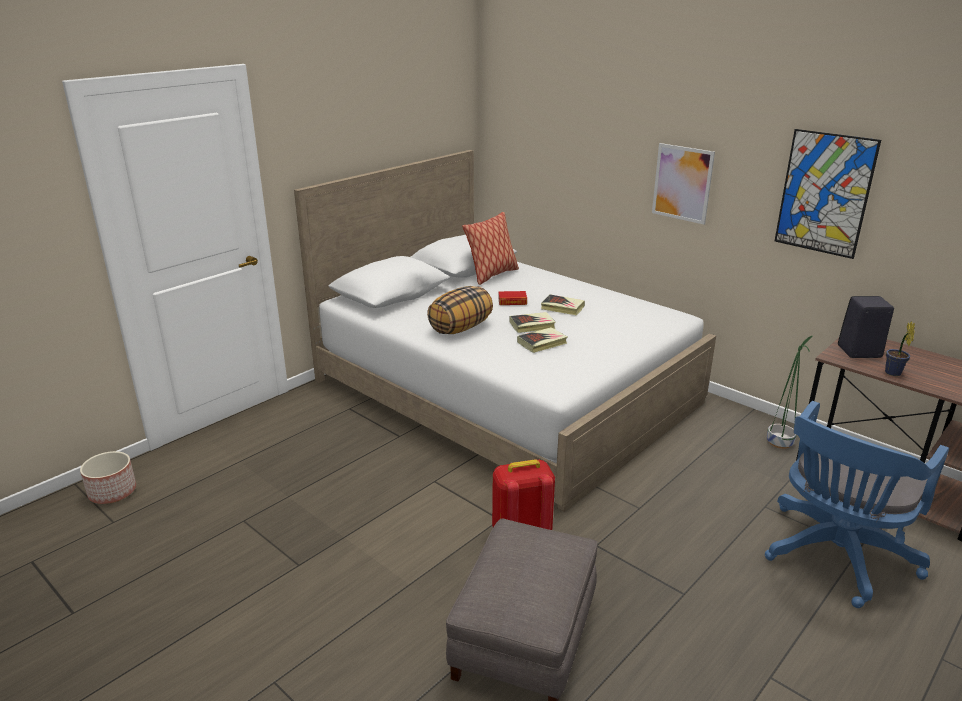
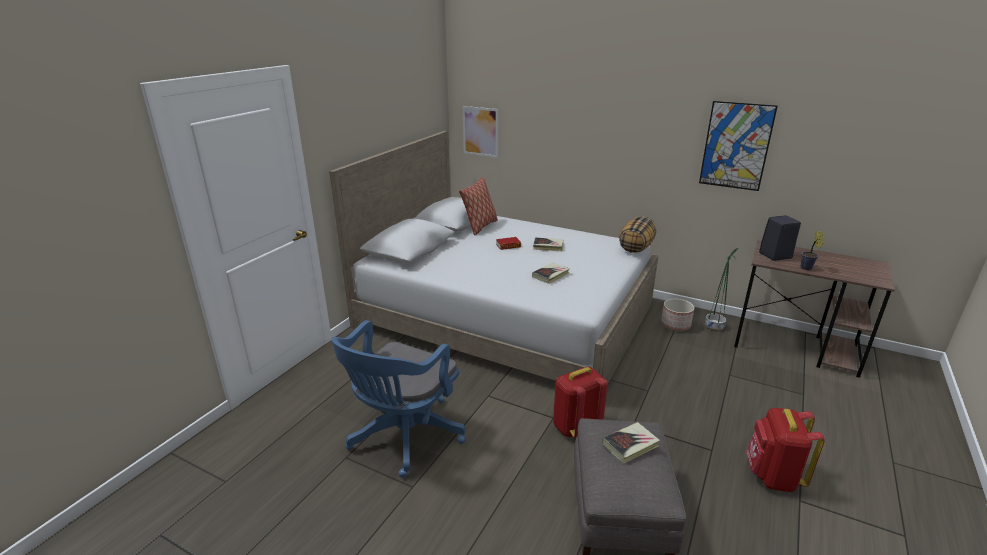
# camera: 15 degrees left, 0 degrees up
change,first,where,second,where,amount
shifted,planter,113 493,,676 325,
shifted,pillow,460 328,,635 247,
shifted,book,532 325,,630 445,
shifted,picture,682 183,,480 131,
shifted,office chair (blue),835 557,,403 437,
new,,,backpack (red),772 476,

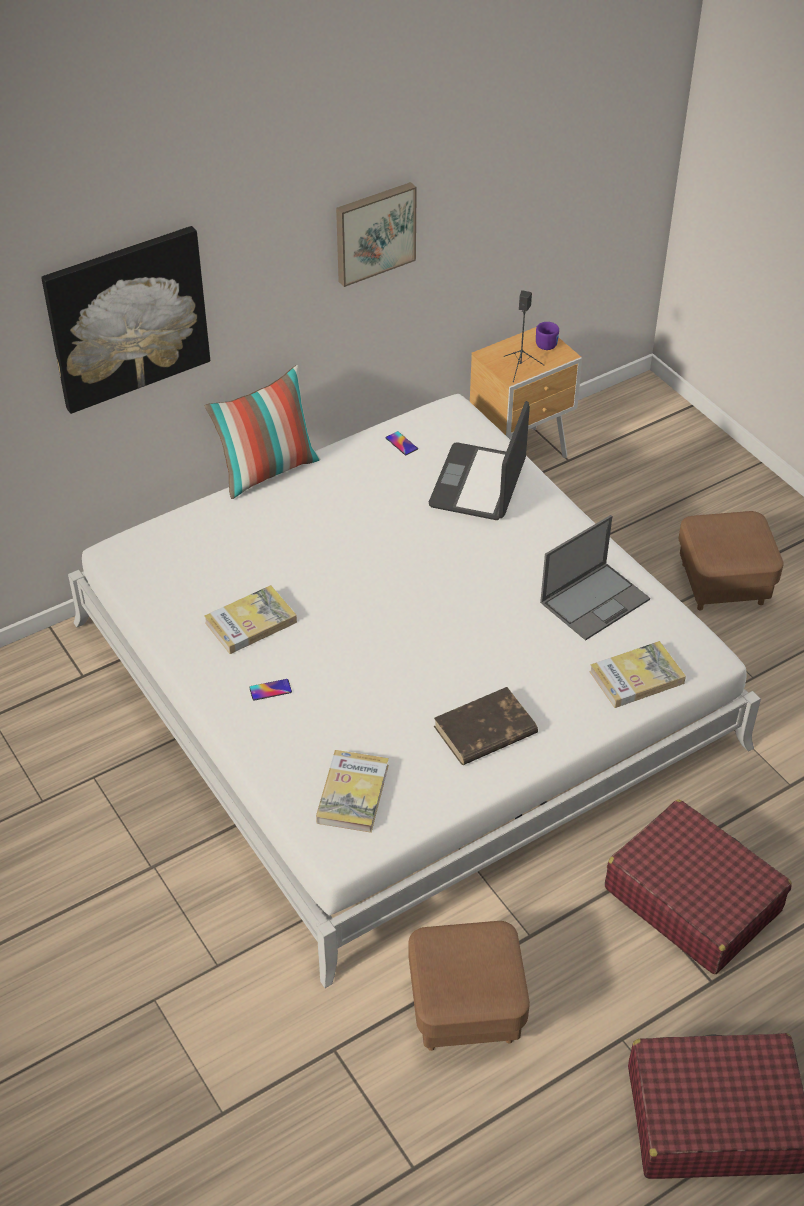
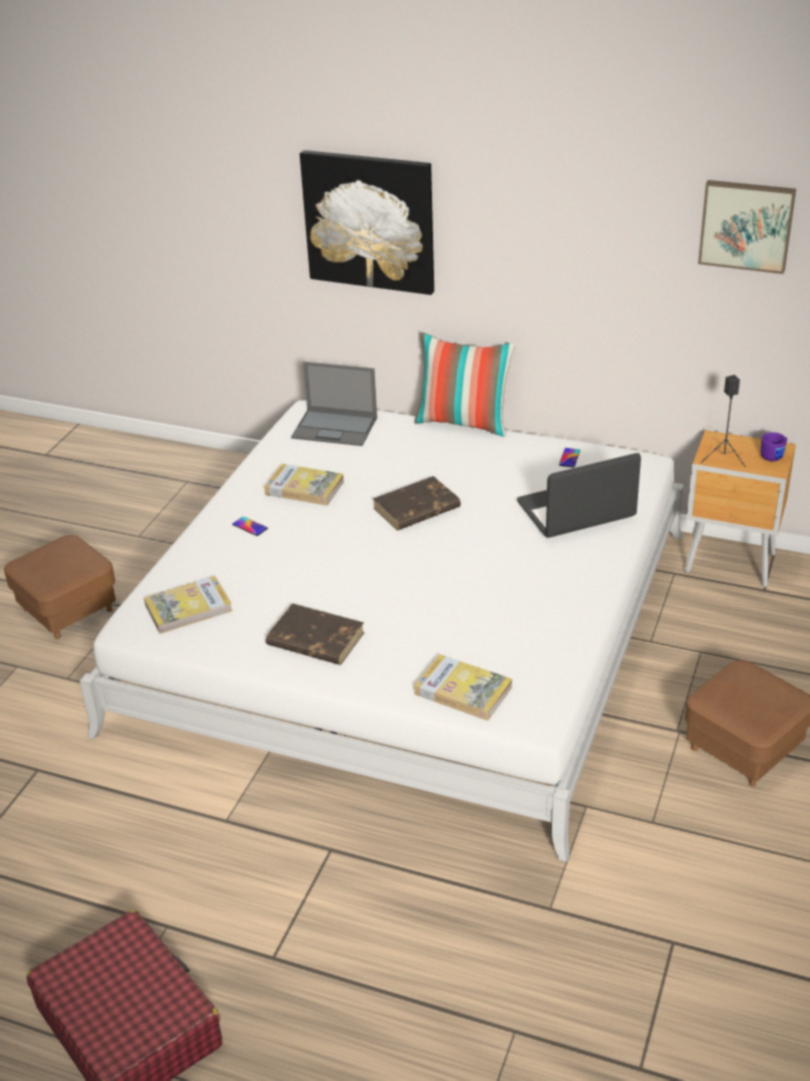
# camera: 55 degrees right, 10 degrees down
change,first,where,second,where,amount
shifted,picture,374 232,,746 225,
shifted,ottoman (brown),465 1009,,68 610,
shifted,laptop,595 600,,336 428,
gone,suitcase (red),692 898,,,
new,,,book (brown),416 508,

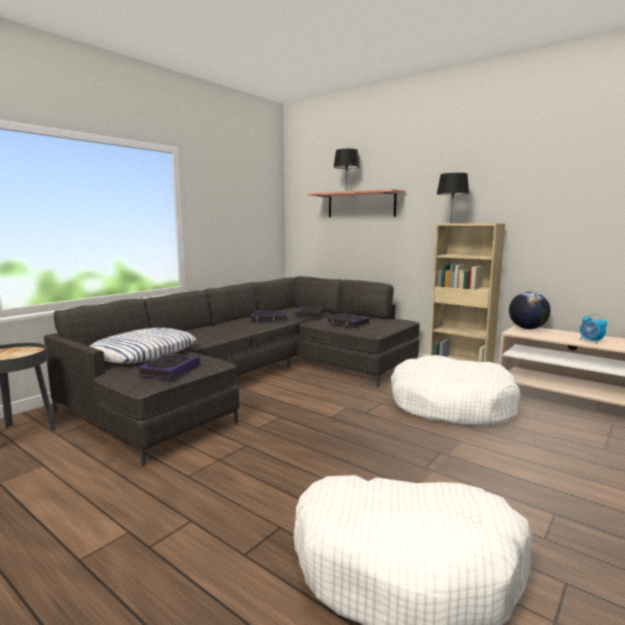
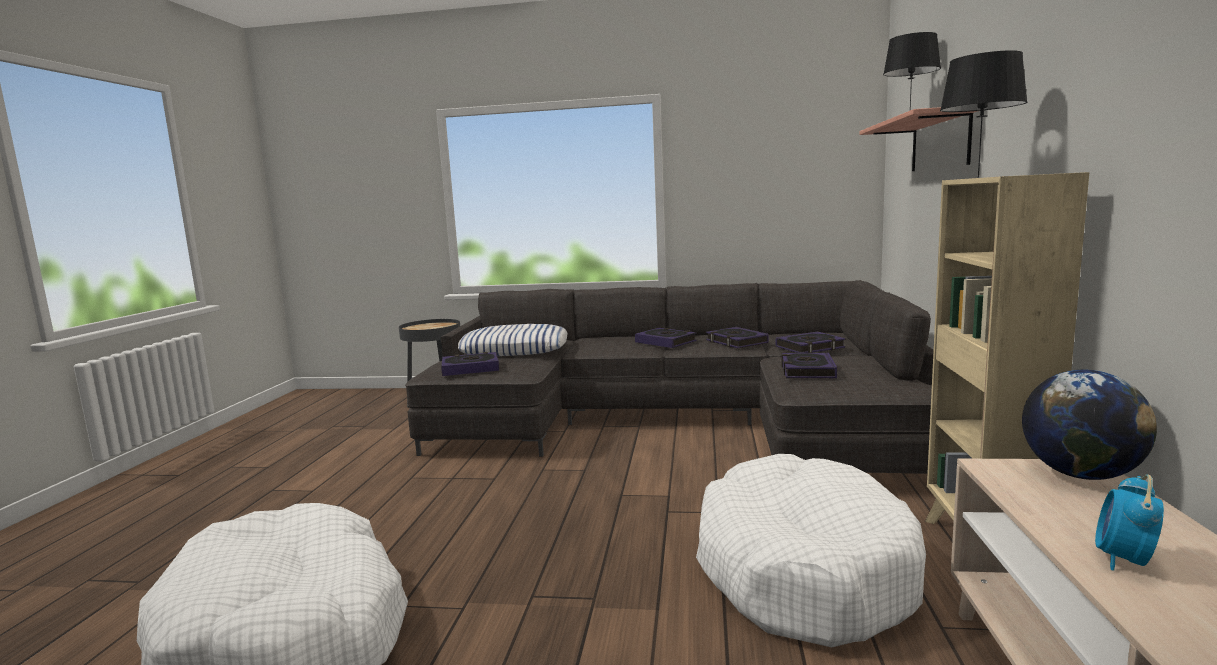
# camera: 60 degrees right, 0 degrees up
change,first,where,second,where,amount
new,,,book,665 342,

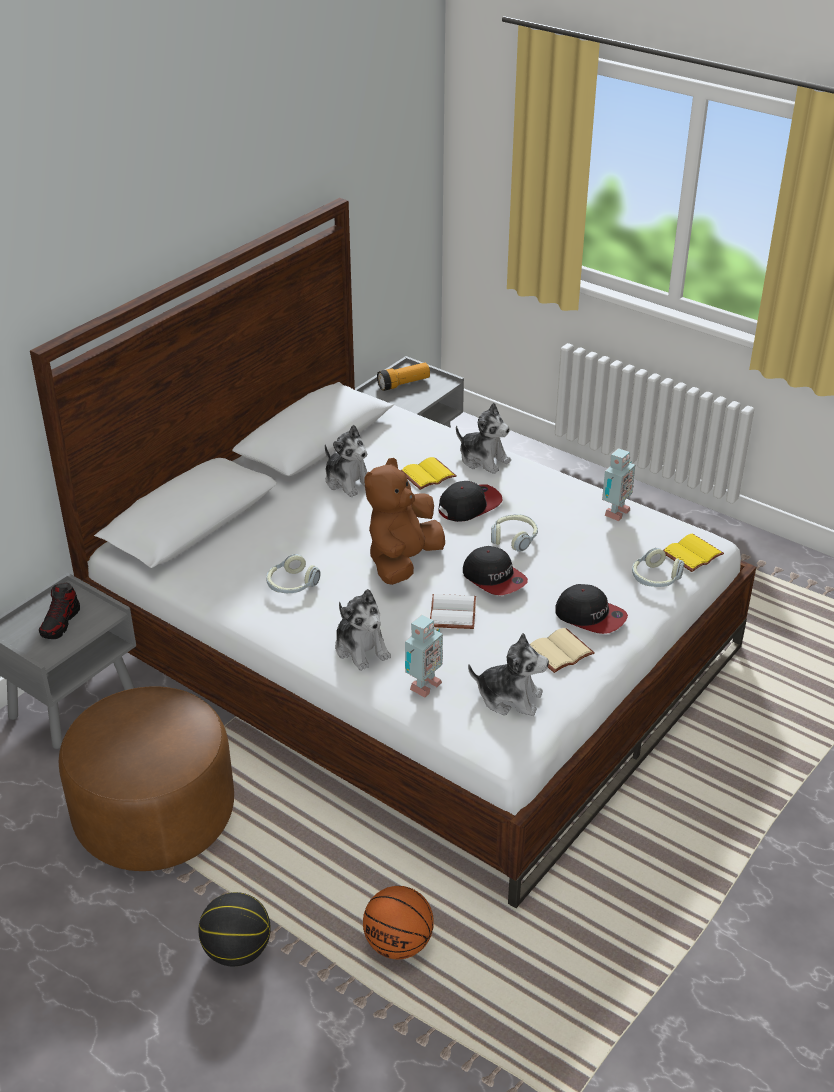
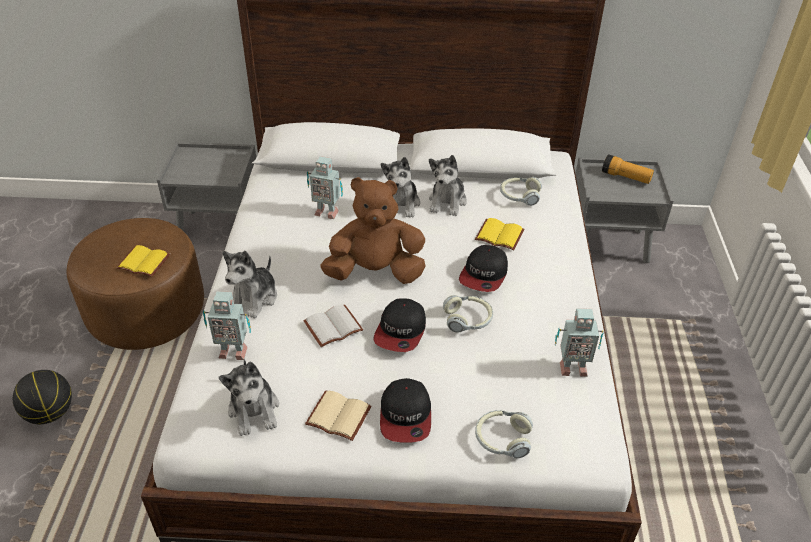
# camera: 55 degrees right, 5 degrees up
change,first,where,second,where,amount
gone,shoe,60 623,,,
shifted,headphones,292 585,,519 196,
gone,basketball,398 943,,,
rotated,cap,469 505,,484 274,90 degrees clockwise
shifted,plush toy,483 459,,401 204,
shifted,book (yellow),691 553,,145 261,
new,,,toy robot,326 212,

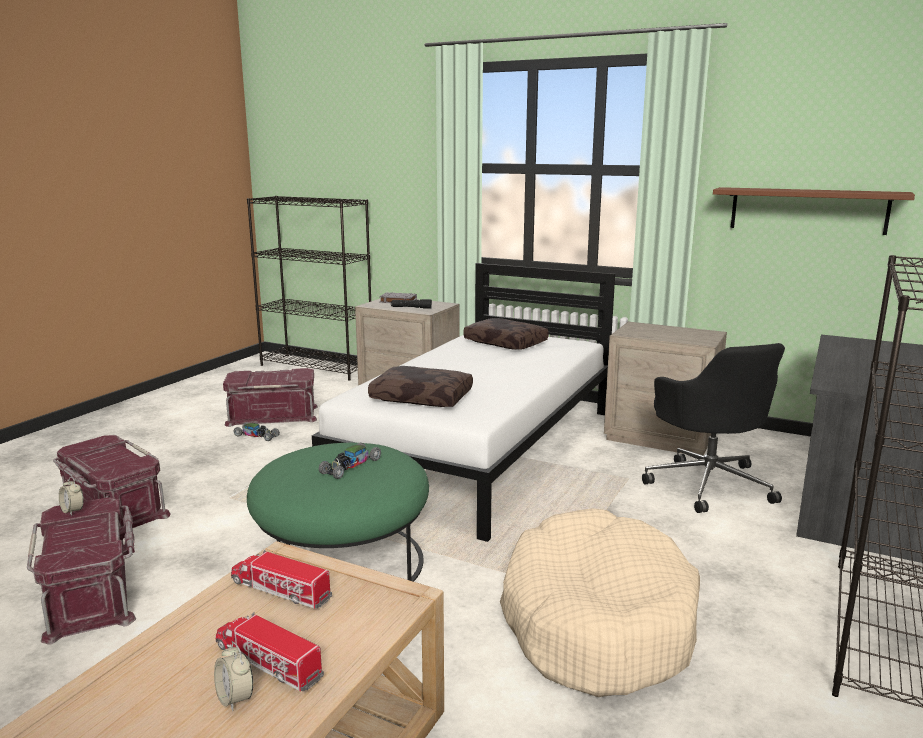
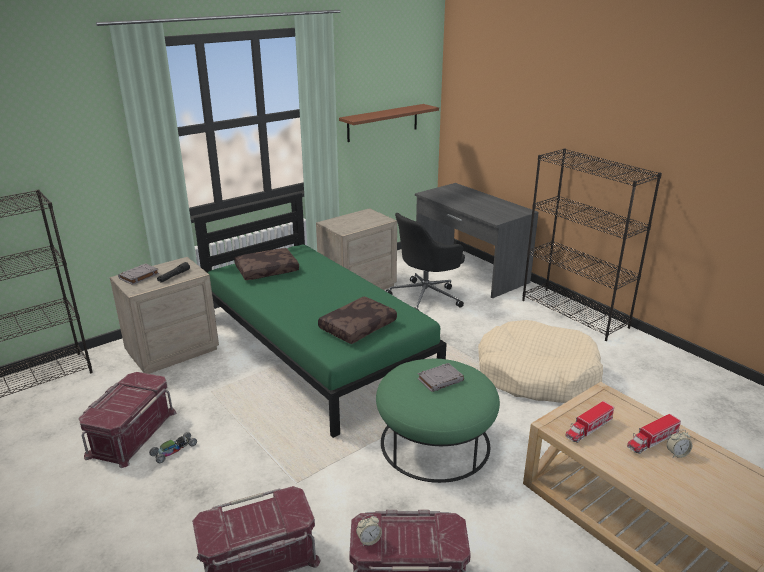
# camera: 65 degrees left, 10 degrees up
change,first,where,second,where,amount
repainted,bed (white),481 450,bed (green),317 350,
swapped,toy car,350 466,book (grey),440 380,
rotated,office chair (black),708 484,,426 297,135 degrees clockwise

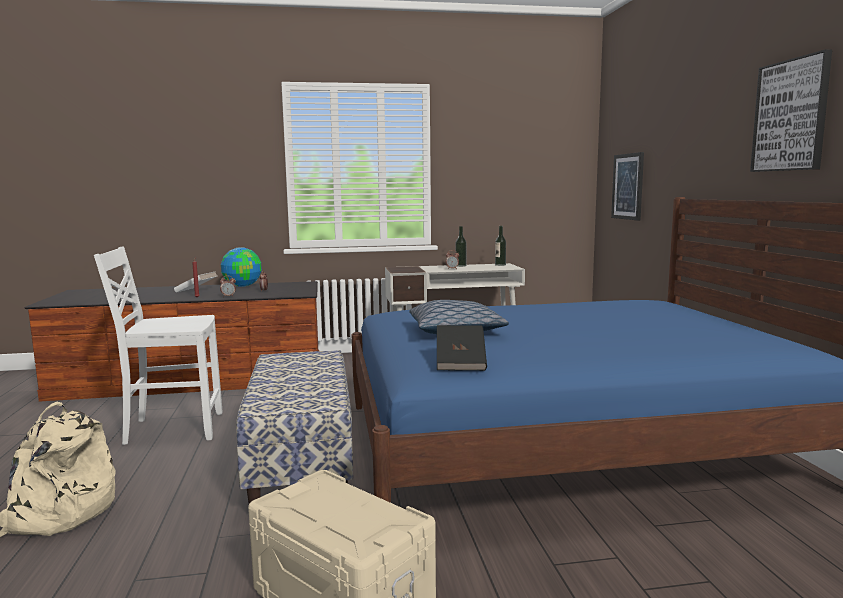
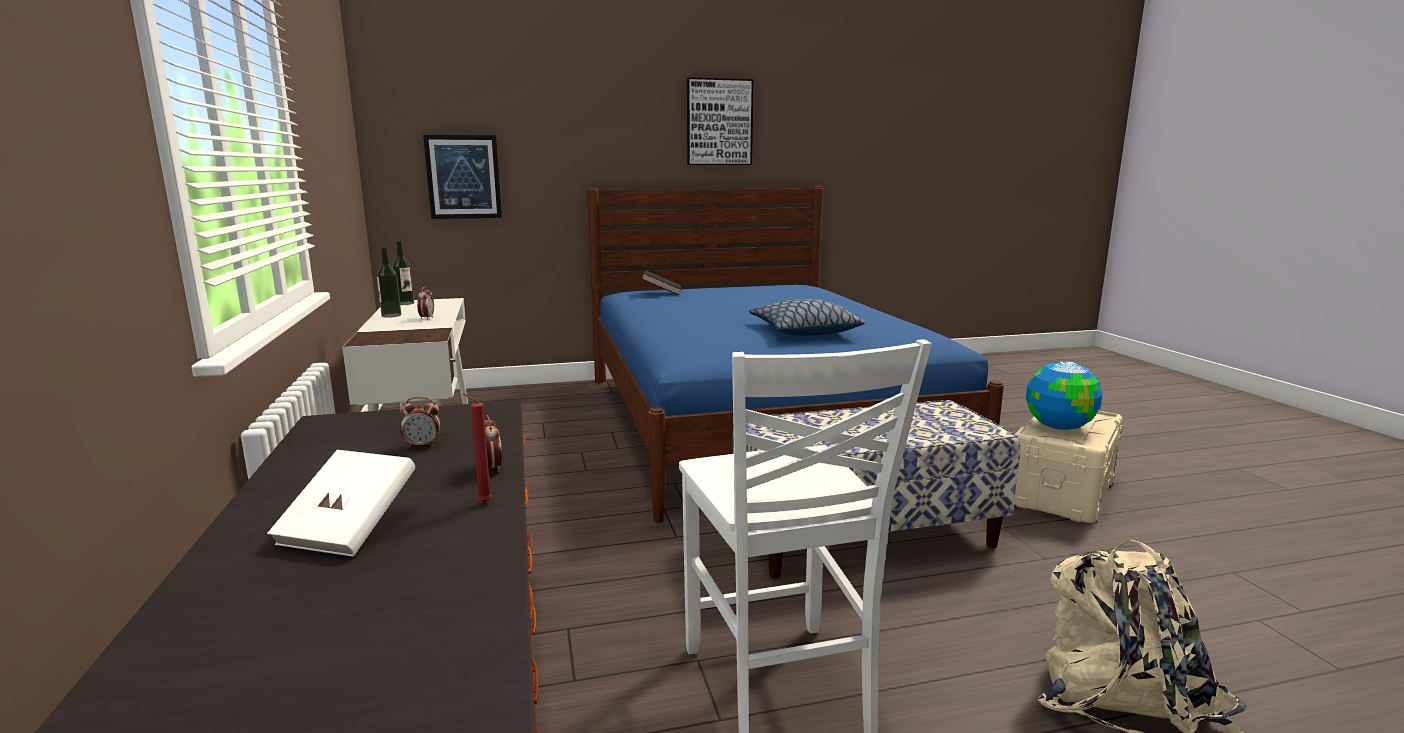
# camera: 95 degrees left, 5 degrees up
change,first,where,second,where,amount
shifted,globe,243 286,,1058 427,
shifted,book (black),460 363,,661 293,

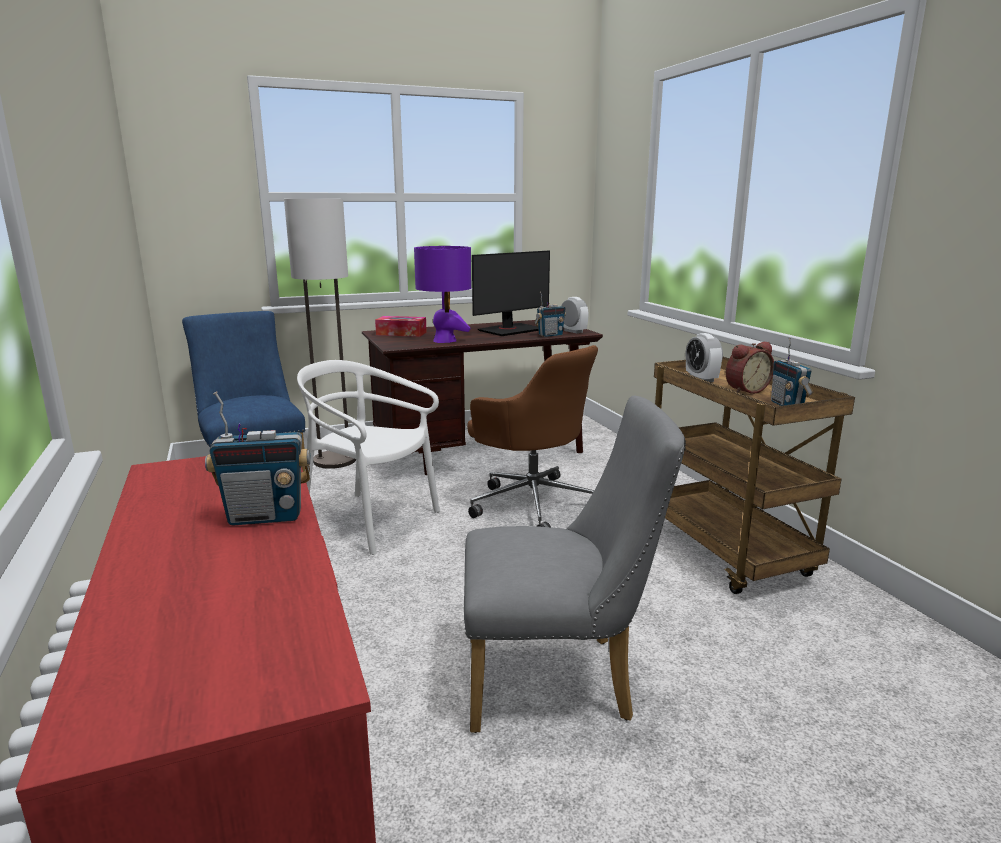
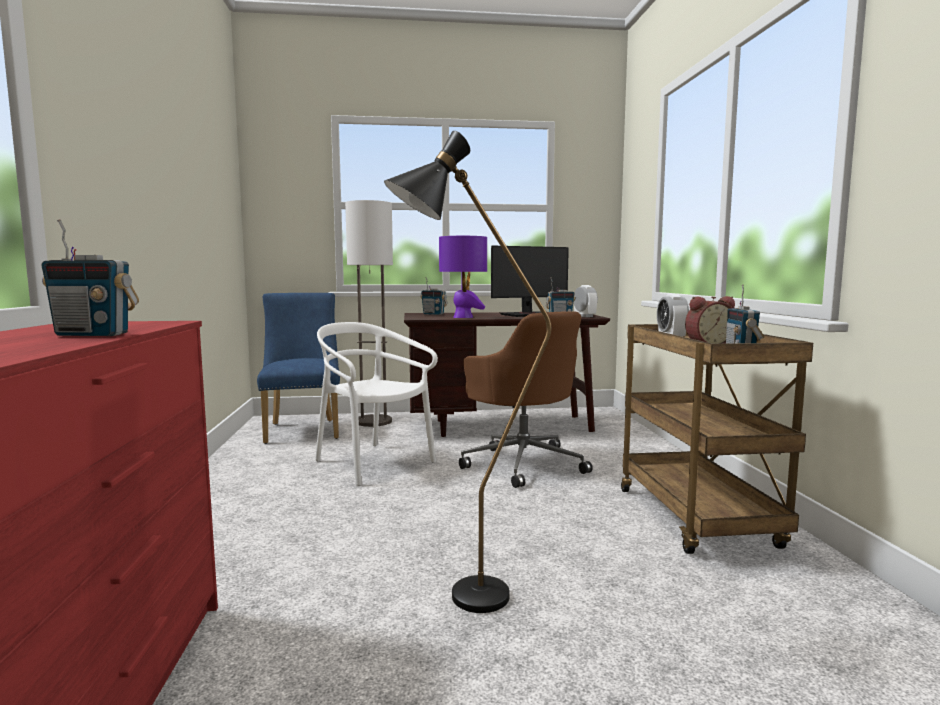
# camera: 15 degrees right, 10 degrees down
change,first,where,second,where,amount
swapped,tissue box,401 333,radio,433 314,
swapped,chair (grey),560 681,floor lamp (black),459 600,

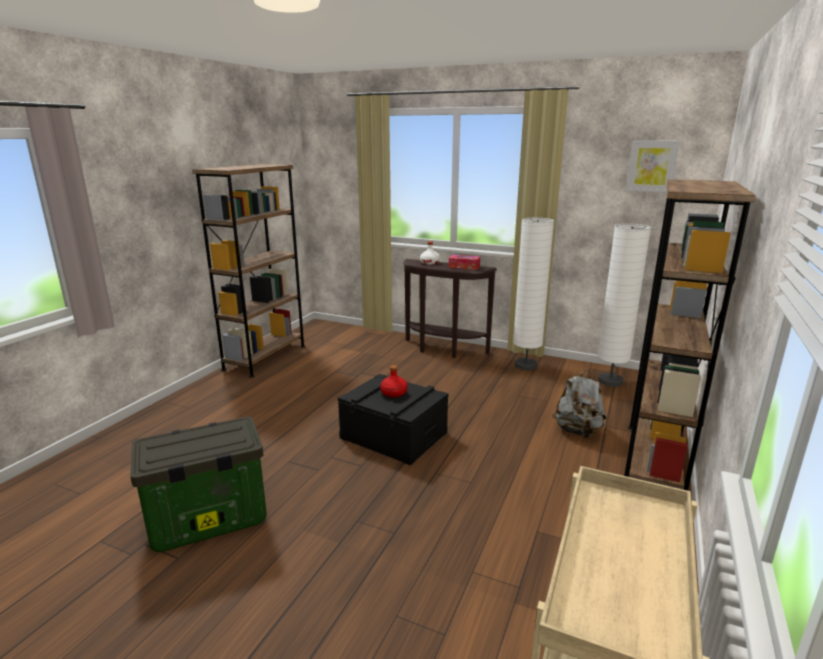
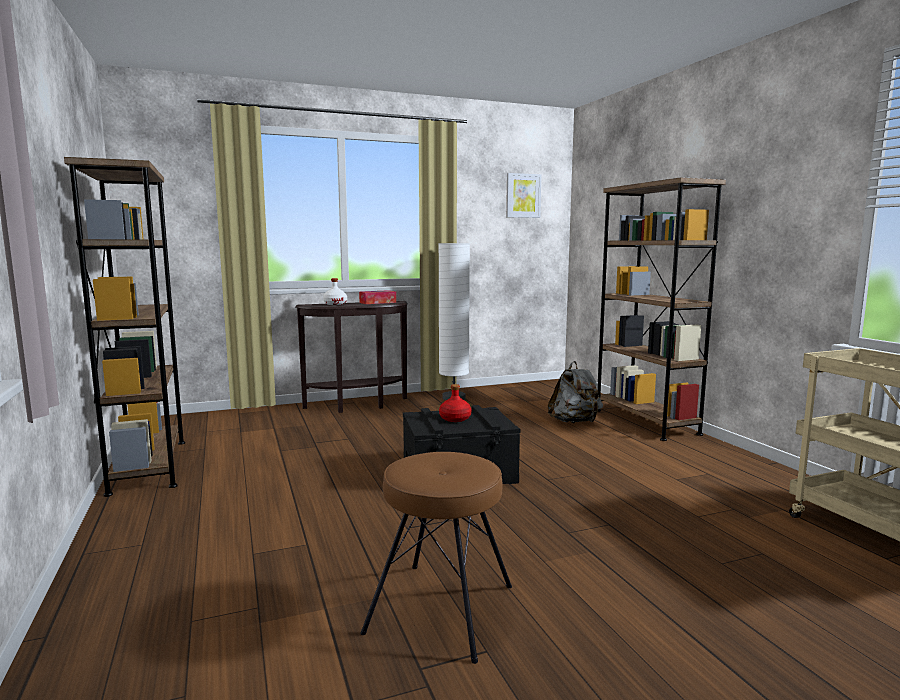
# camera: 45 degrees left, 10 degrees down
change,first,where,second,where,amount
swapped,storage box,207 521,stool (brown),442 609,
gone,floor lamp (white),610 381,,,

